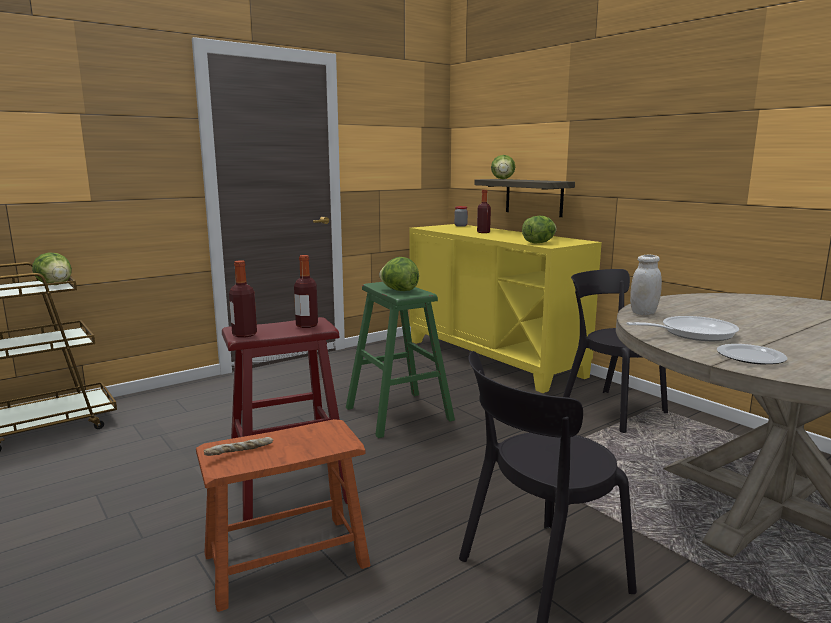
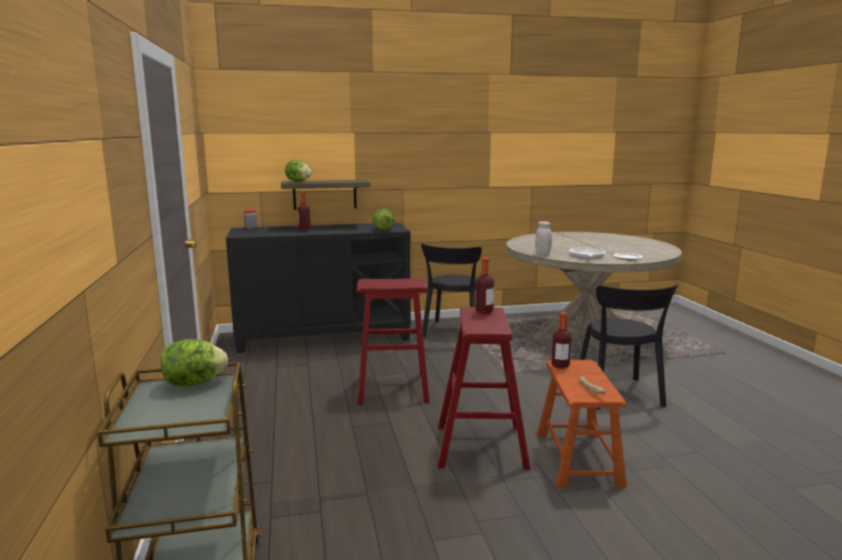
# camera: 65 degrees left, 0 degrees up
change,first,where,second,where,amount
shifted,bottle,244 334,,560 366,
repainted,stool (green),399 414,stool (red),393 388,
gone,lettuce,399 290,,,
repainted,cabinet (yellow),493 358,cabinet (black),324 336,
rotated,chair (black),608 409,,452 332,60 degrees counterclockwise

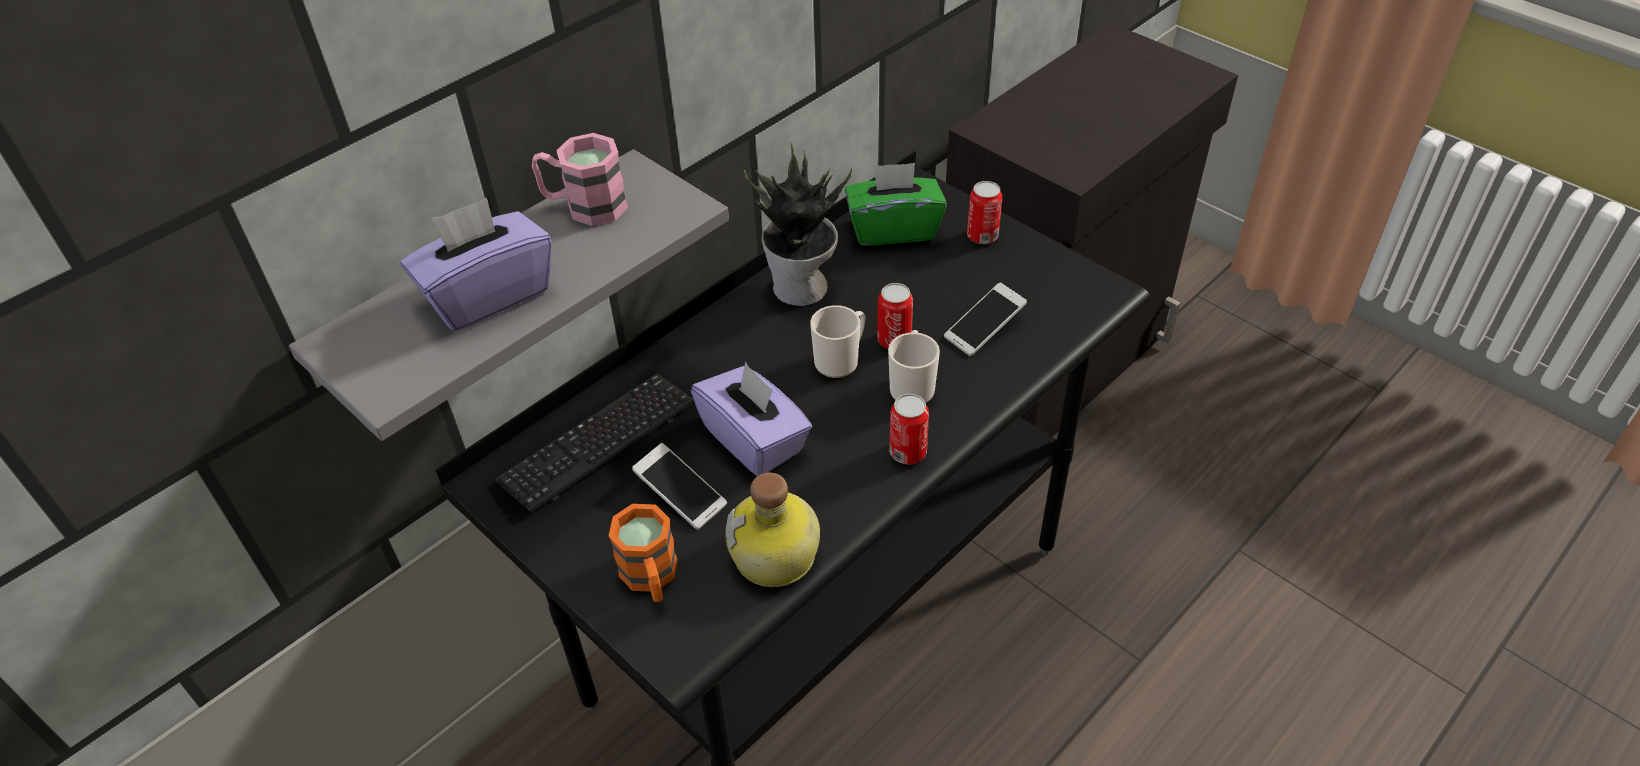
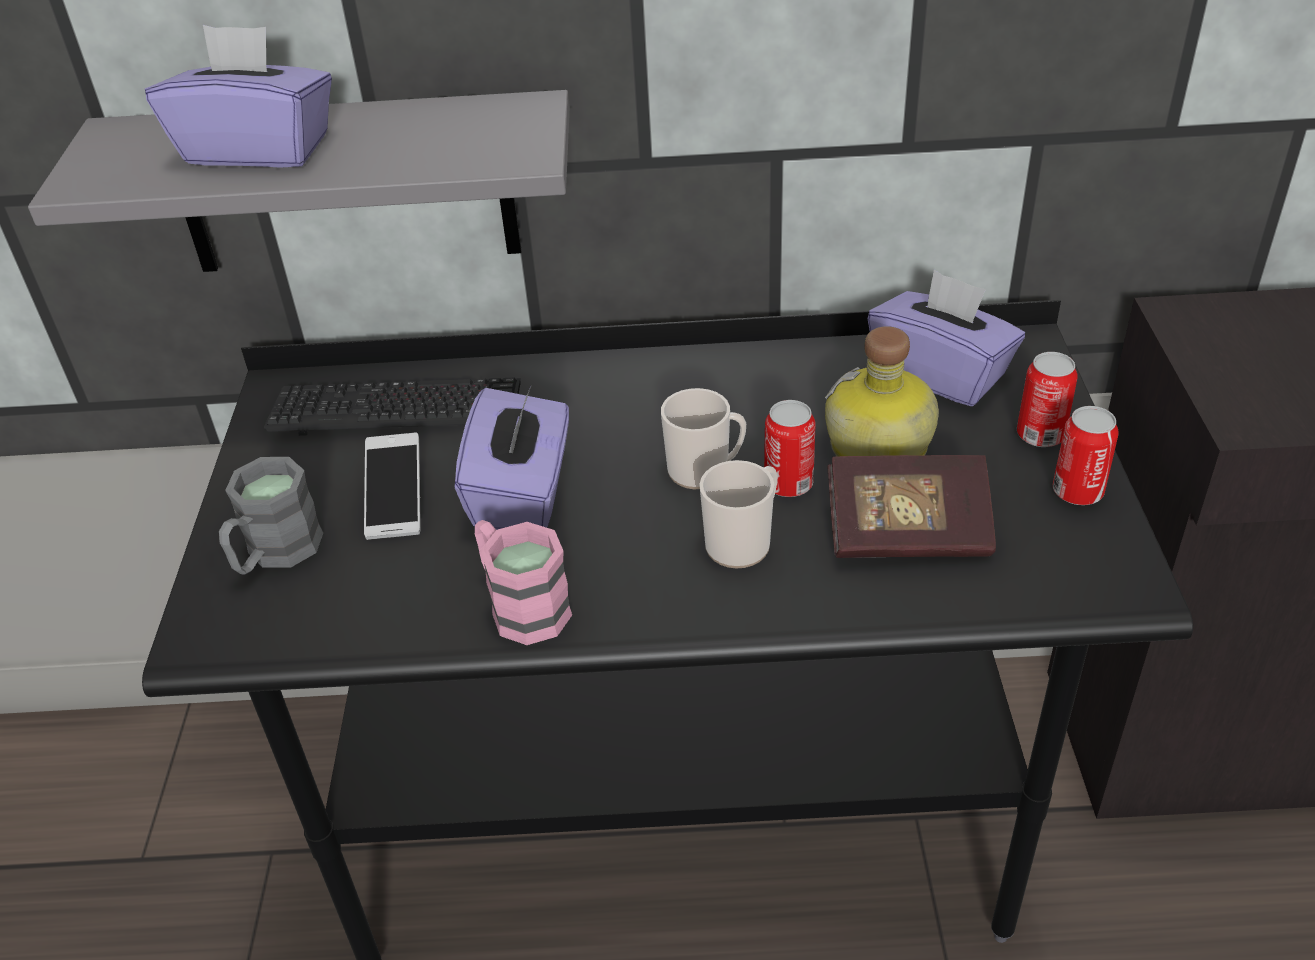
# camera: 45 degrees right, 5 degrees down
change,first,where,second,where,amount
shifted,mug (pink),584 206,,521 605,
repainted,mug (orange),651 578,mug (grey),275 553,
shifted,bottle,777 557,,879 448,
gone,potted plant,802 289,,,
repainted,tissue box (green),893 229,tissue box (purple),941 374,
shifted,can,908 452,,1077 492,
swapped,phone,984 328,book,907 533,

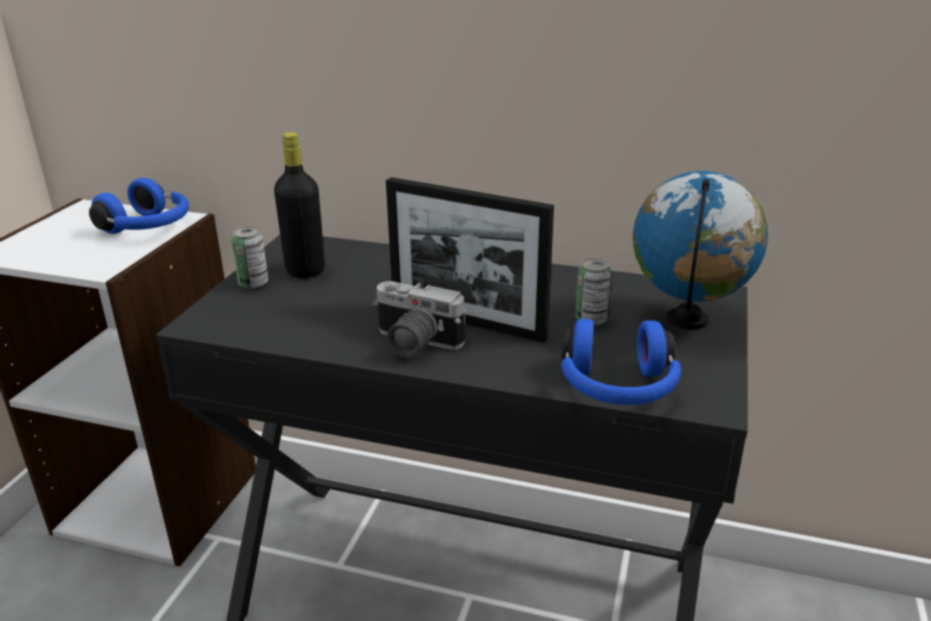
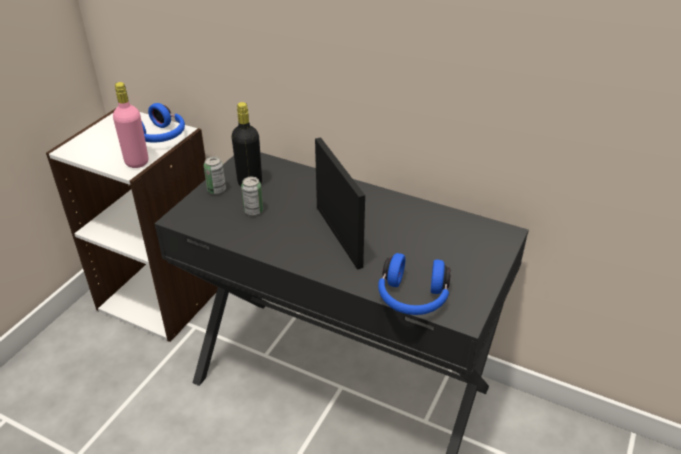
# camera: 10 degrees right, 10 degrees up
change,first,where,second,where,amount
gone,photo camera,413 344,,,
rotated,picture frame,467 321,,338 236,150 degrees counterclockwise
shifted,can,591 319,,253 211,
gone,globe,687 320,,,
new,,,bottle (pink),137 162,

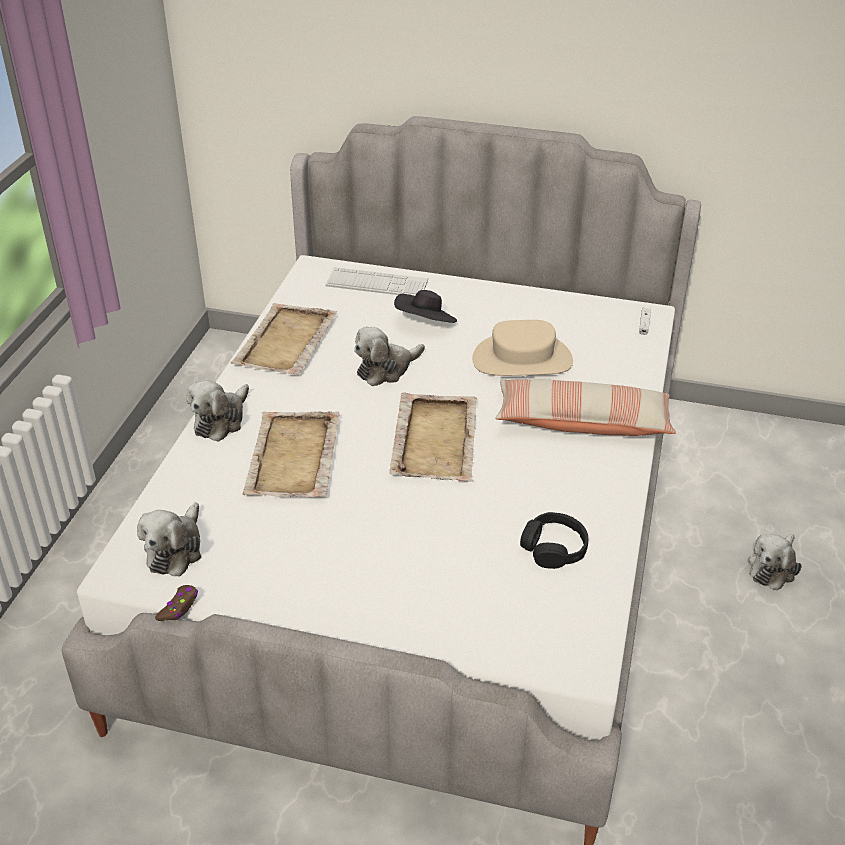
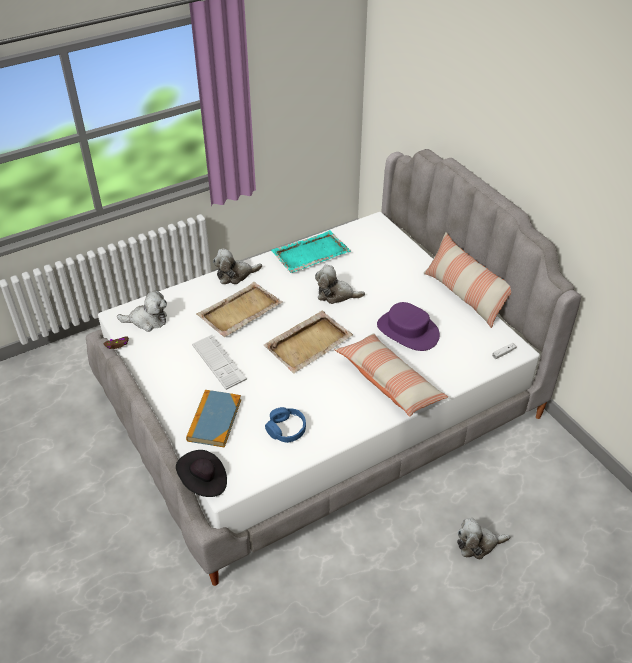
# camera: 45 degrees right, 5 degrees up
change,first,where,second,where,amount
rotated,plush toy,176 549,,147 320,150 degrees counterclockwise
repainted,tray (beige),285 343,tray (turquoise),310 254,
shifted,keyboard,377 283,,218 362,
shifted,hat (black),426 324,,203 482,
repainted,hat (beige),522 360,hat (purple),407 331,
repainted,headphones (black),554 548,headphones (blue),286 429,
new,,,book,214 420,
new,,,pillow,464 295,

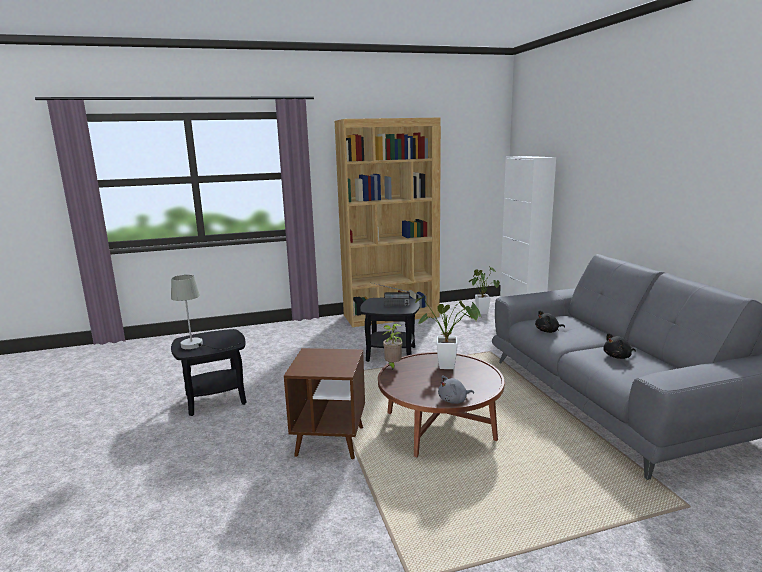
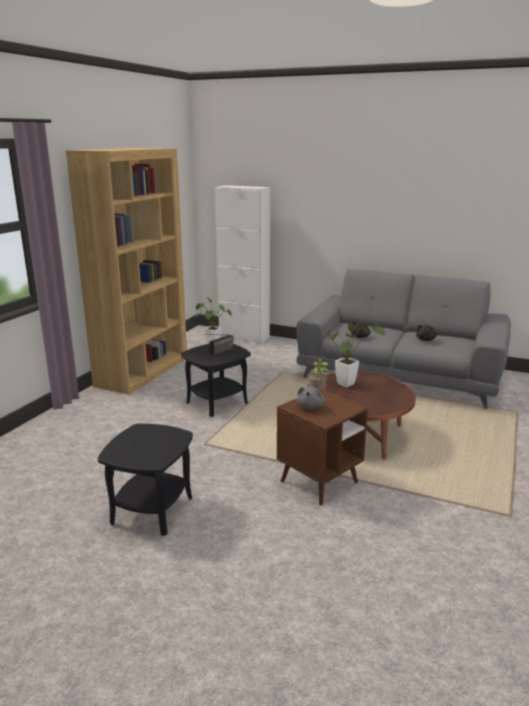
# camera: 50 degrees left, 5 degrees up
change,first,where,second,where,amount
gone,table lamp (grey),198 345,,,
shifted,plush toy (grey),454 400,,310 406,

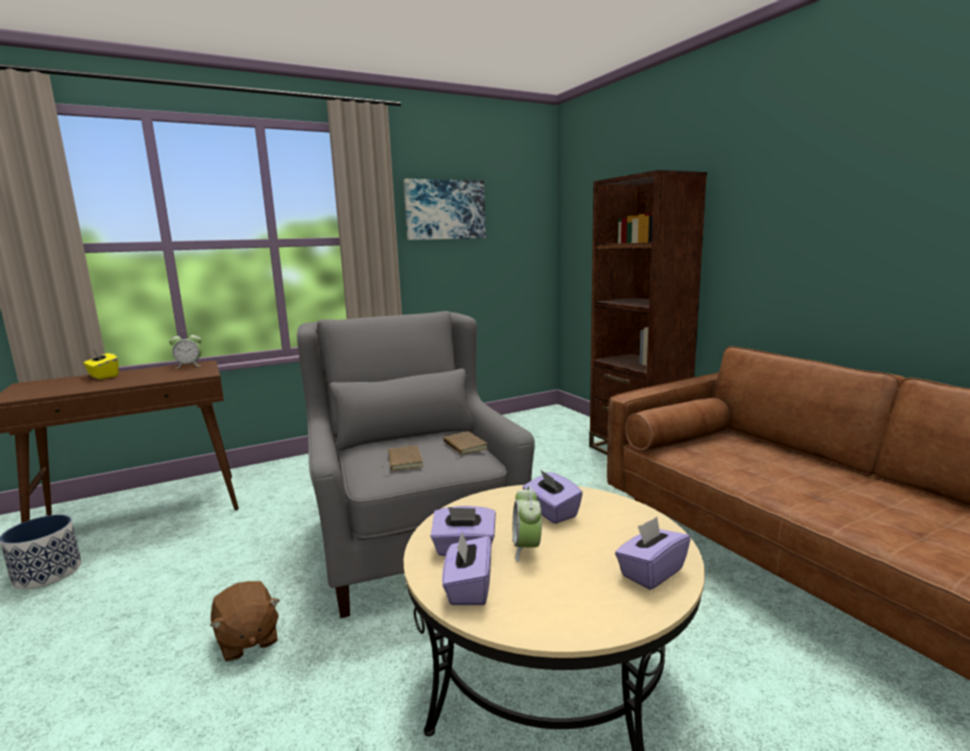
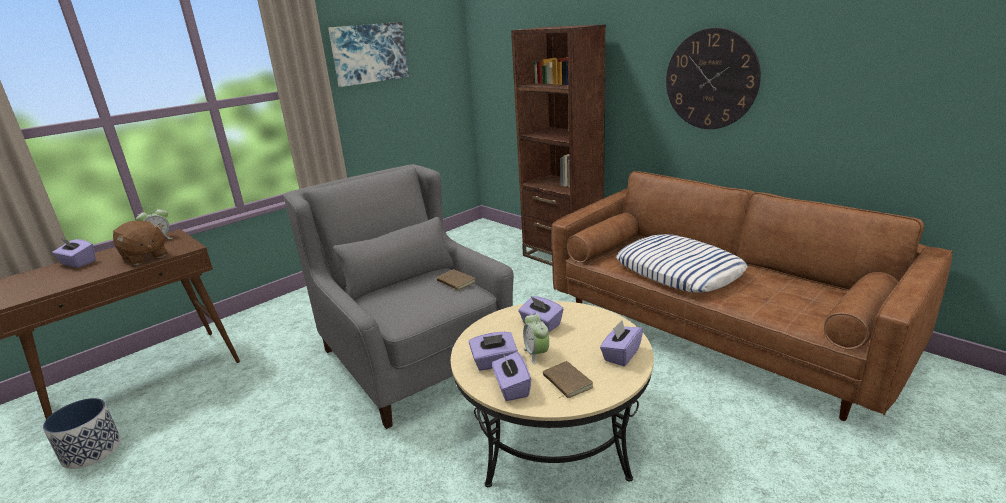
# camera: 15 degrees left, 10 degrees up
change,first,where,second,where,amount
repainted,tissue box (yellow),103 376,tissue box (purple),78 263,
shifted,plush toy (brown),247 640,,144 257,
shifted,book (brown),403 461,,566 382,
new,,,pillow,679 271,
new,,,wall clock,711 79,

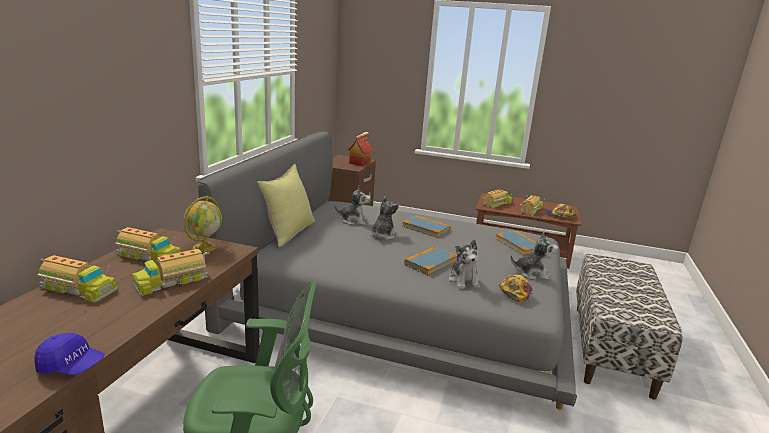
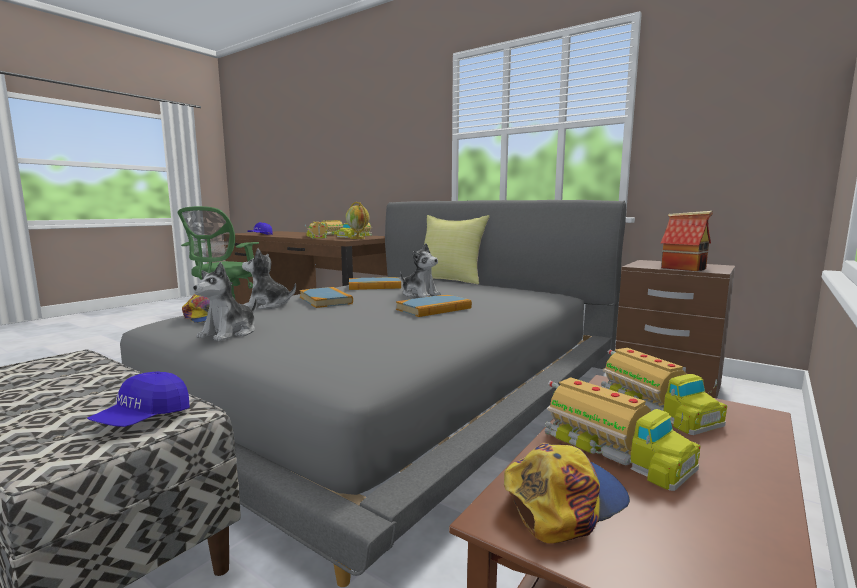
# camera: 110 degrees right, 10 degrees down
change,first,where,second,where,amount
gone,plush toy,353 221,,,
shifted,book,519 245,,374 286,
new,,,cap (blue),143 419,

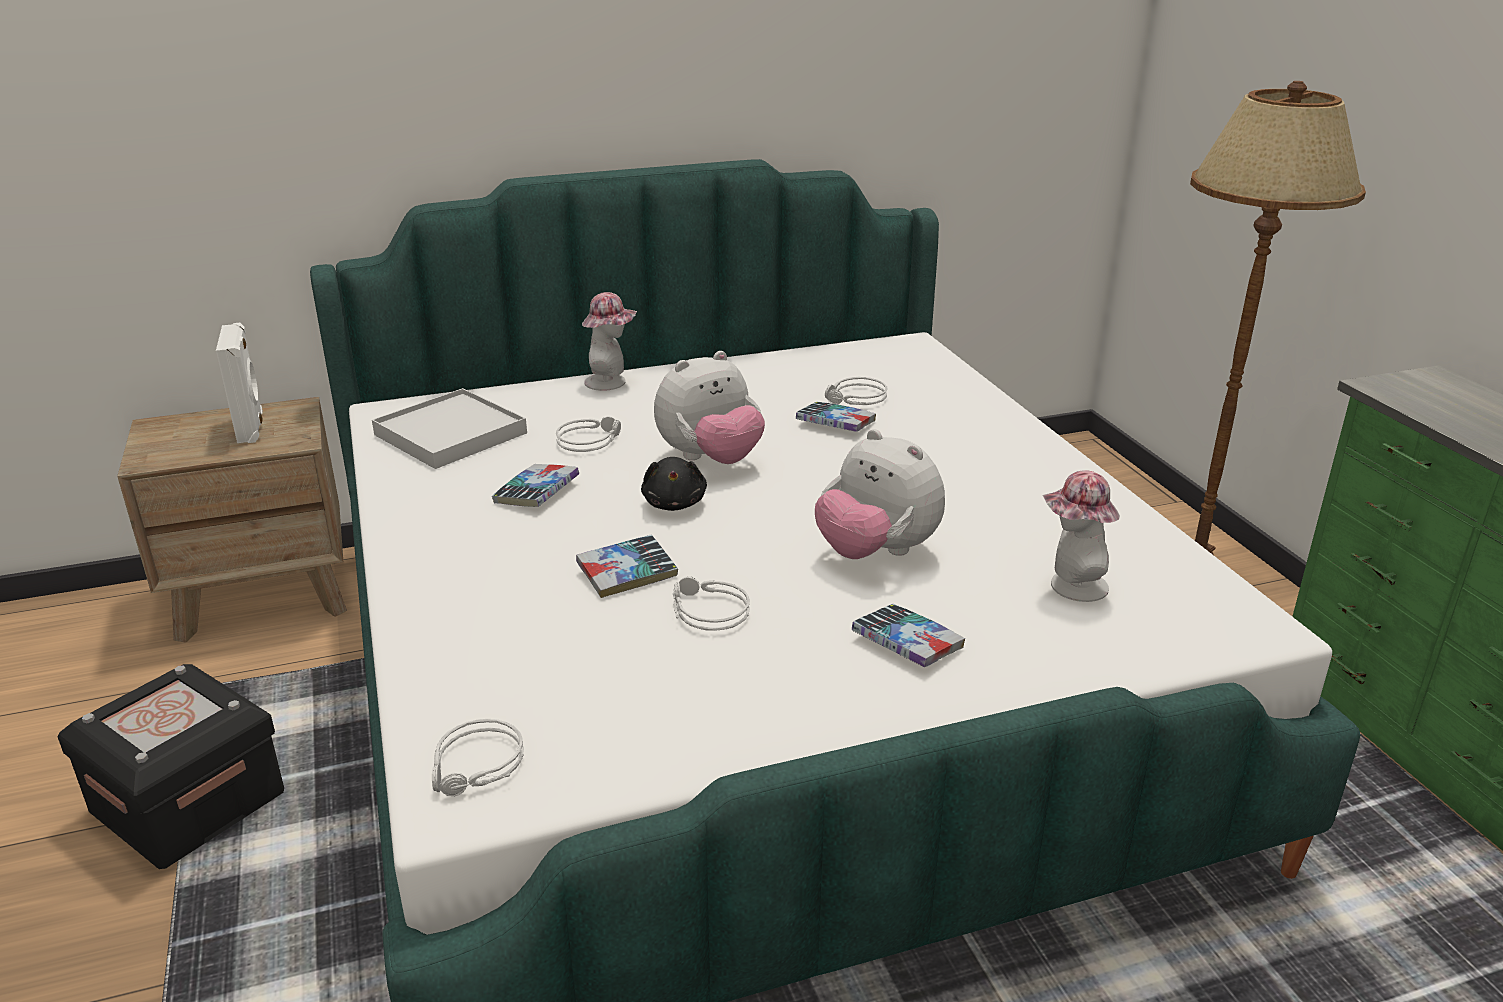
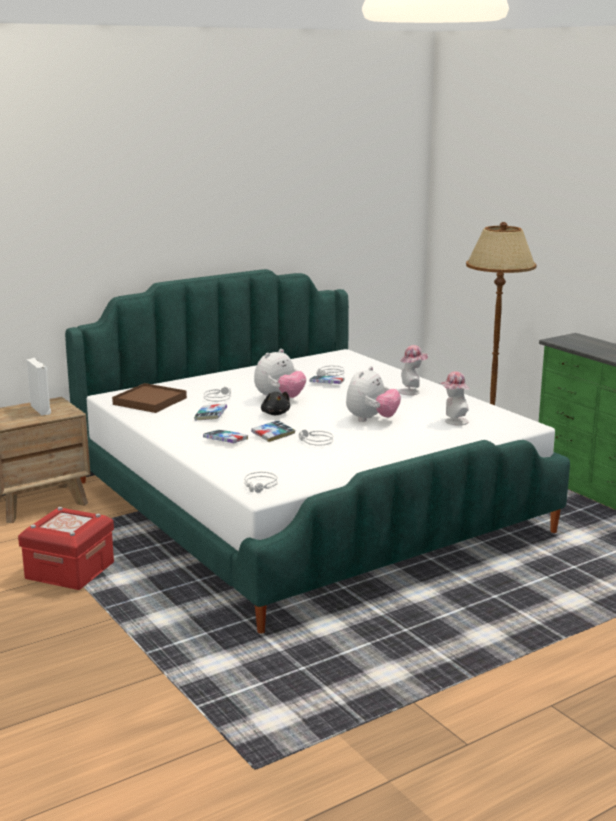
# camera: 15 degrees left, 10 degrees down
change,first,where,second,where,amount
repainted,storage box (black),188 802,storage box (red),70 570,
repainted,tray (white),450 434,tray (brown),150 401,
shifted,hat,611 382,,412 391,
rotated,plush toy,876 552,,371 420,90 degrees counterclockwise
shifted,book,907 643,,225 440,

